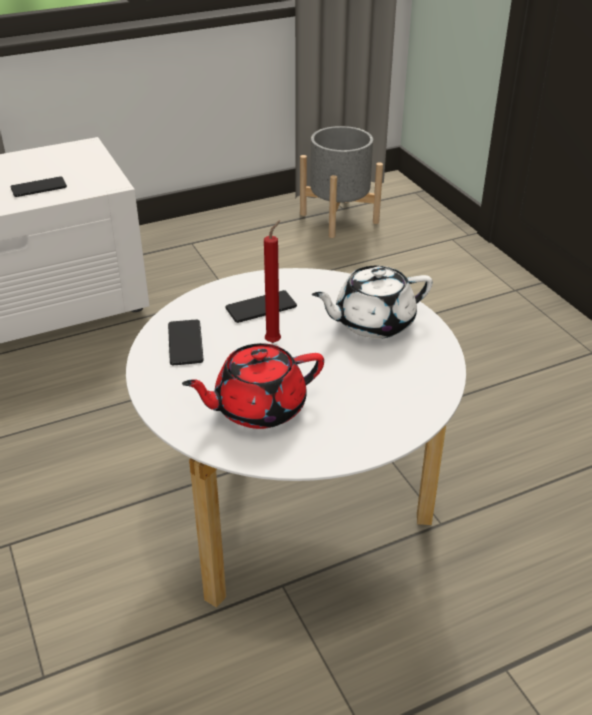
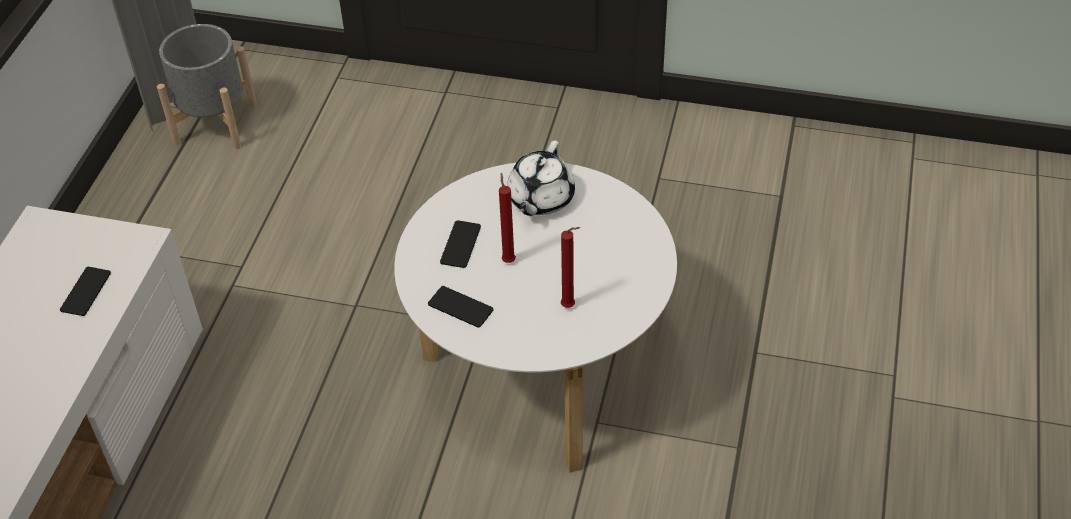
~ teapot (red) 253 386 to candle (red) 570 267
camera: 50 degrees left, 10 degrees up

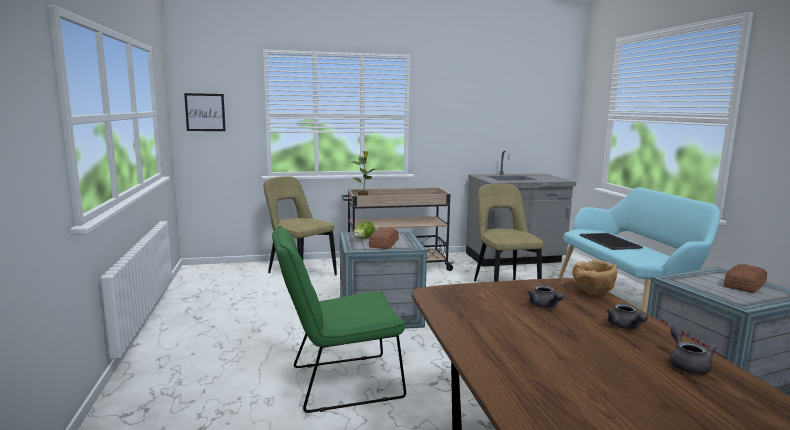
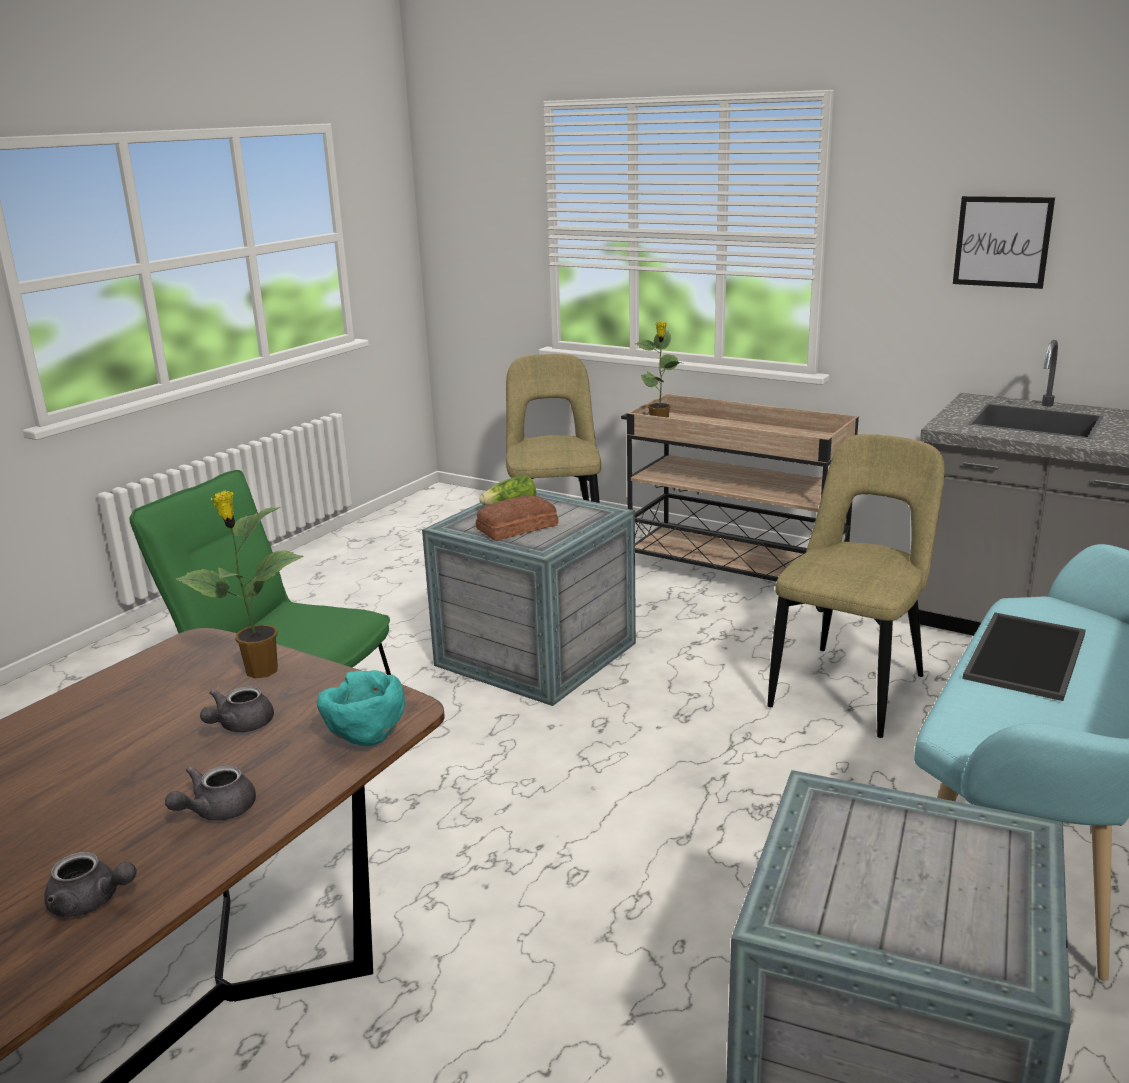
- bread 745 278
+ potted plant 240 584
~ picture 205 112 to 1004 242
~ bowl (brown) 594 277 to bowl (turquoise) 361 708
~ teapot (grey) 693 350 = 90 884 60 degrees clockwise
camera: 45 degrees right, 10 degrees up

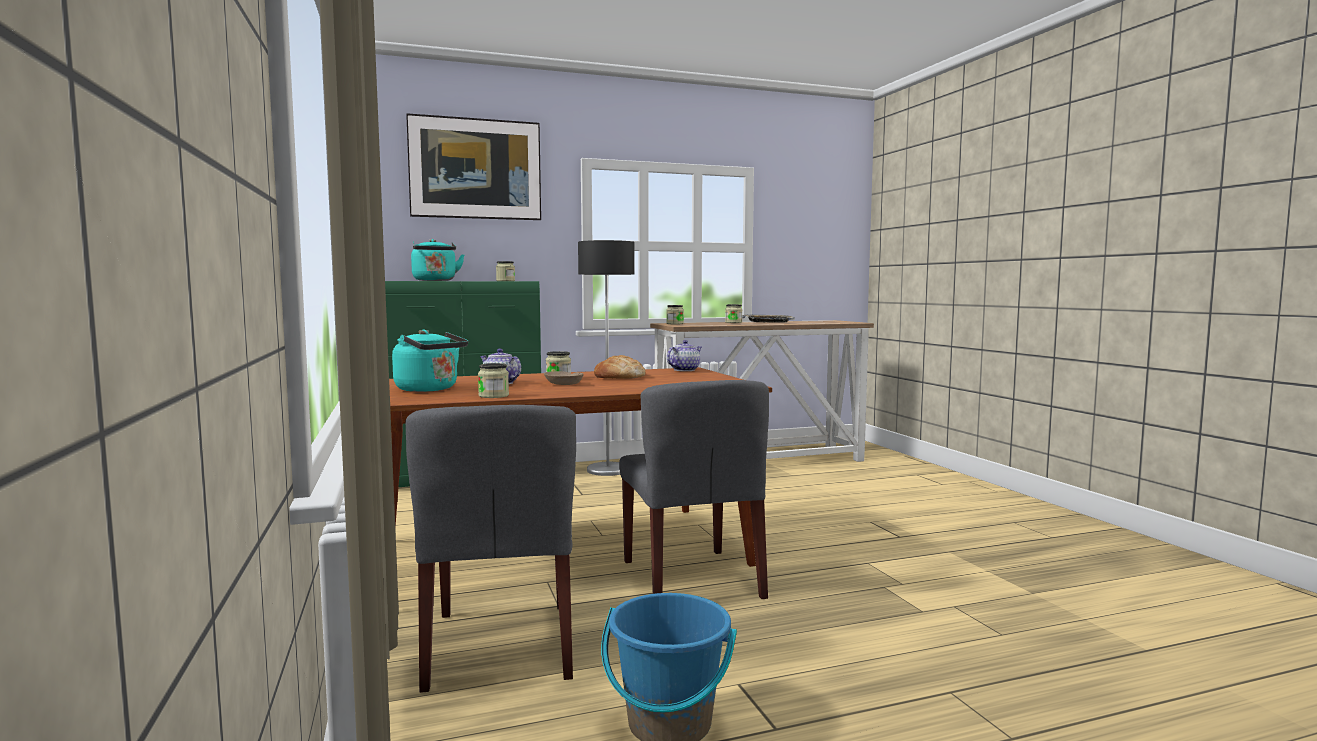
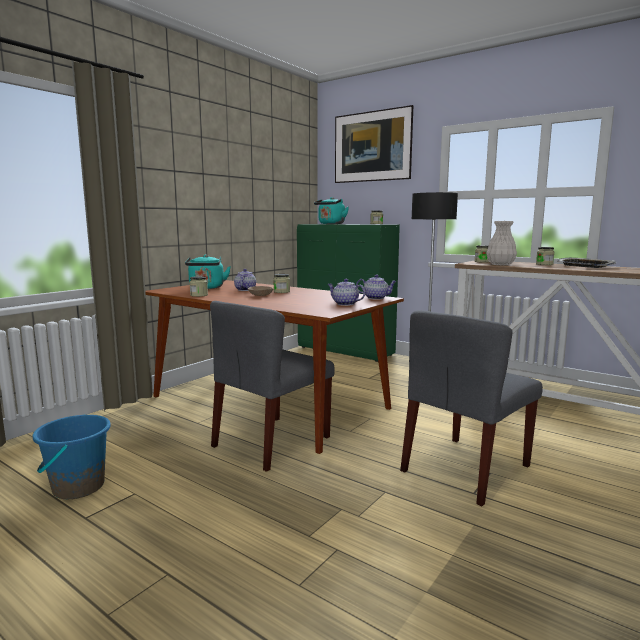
- bread 620 367
+ teapot 346 292
+ vase (white) 501 243
~ chair (grey) 491 549 to 471 408
camera: 55 degrees right, 5 degrees up

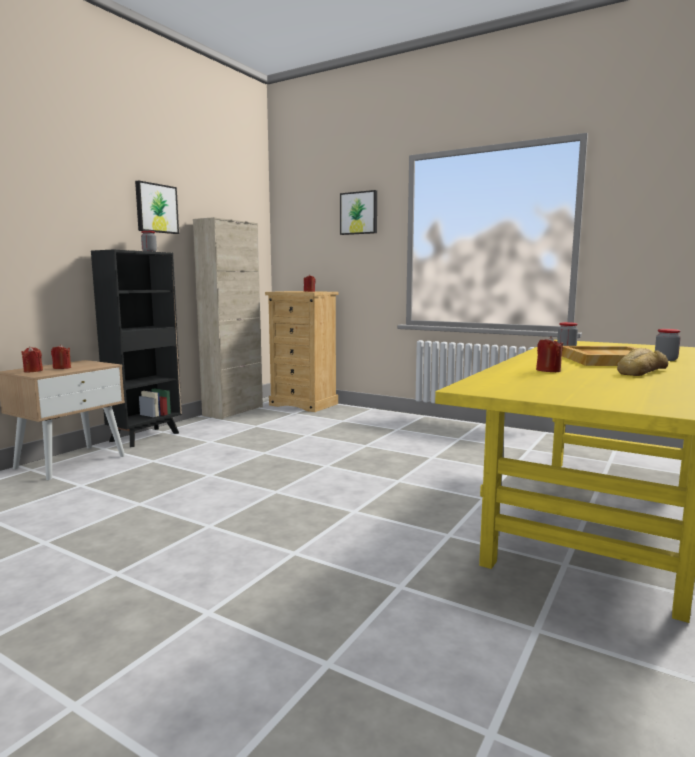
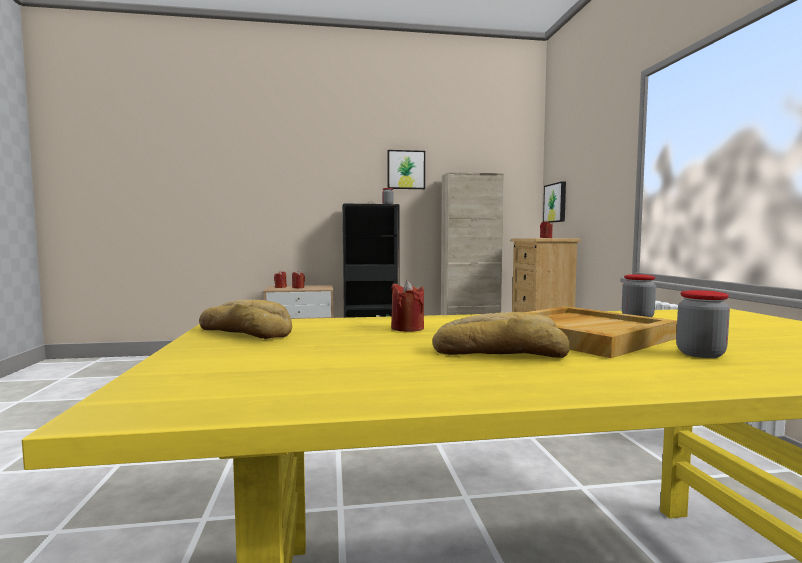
+ bread 245 319
~ picture 358 212 to 554 202
camera: 50 degrees right, 5 degrees down

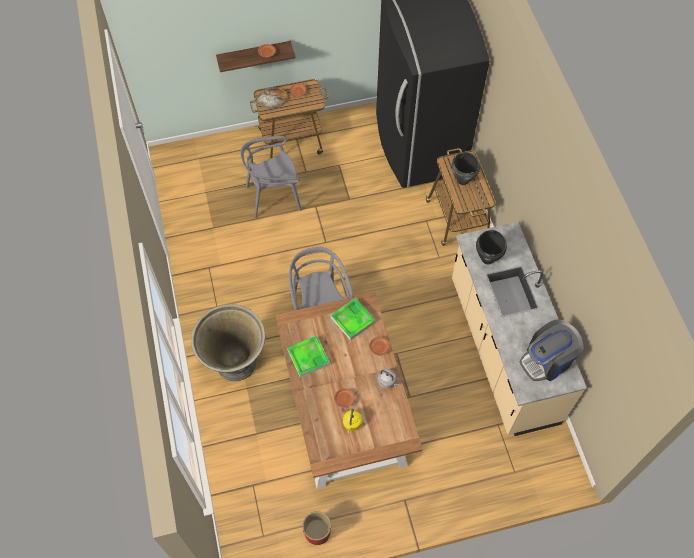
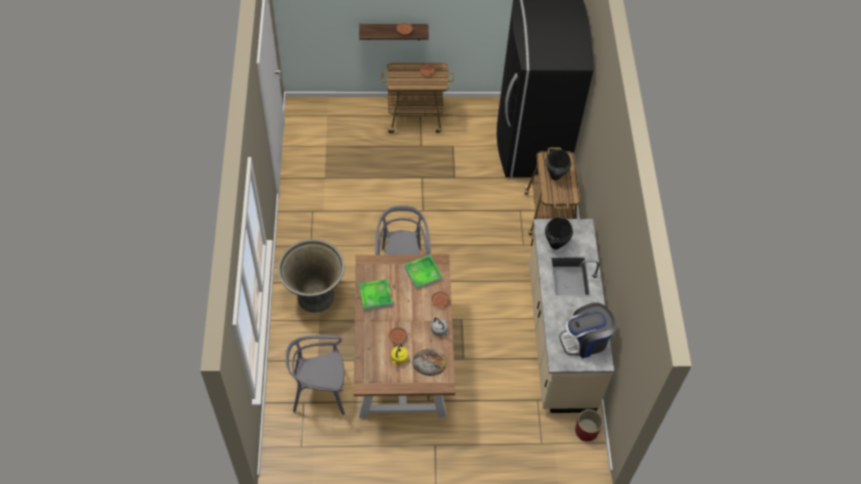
~ chair (grey) 271 177 to 315 375
~ bread 272 98 to 429 362
~ planter (red) 316 528 to 589 425
camera: 10 degrees right, 5 degrees down

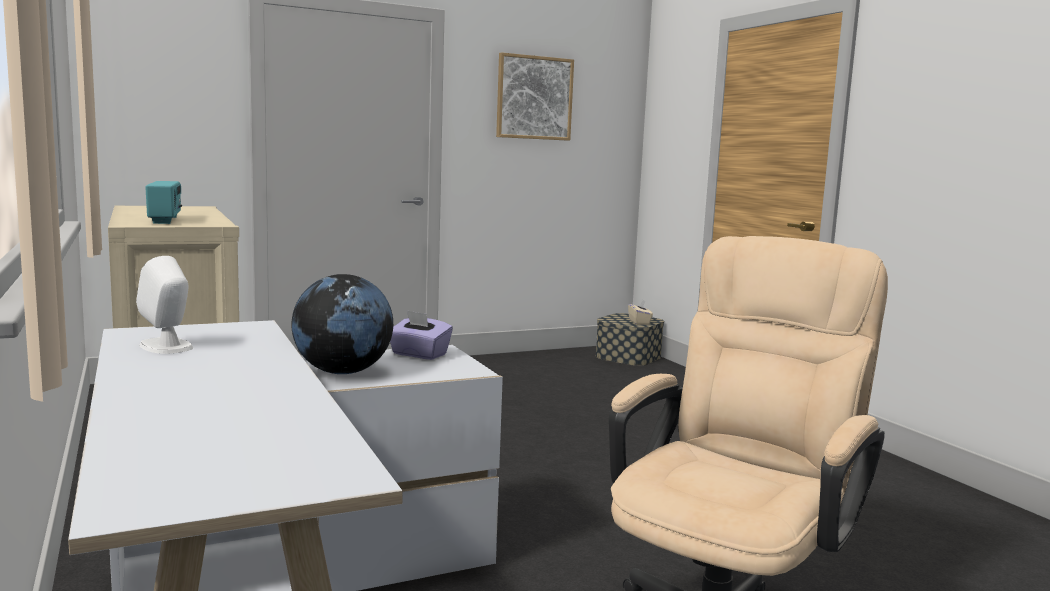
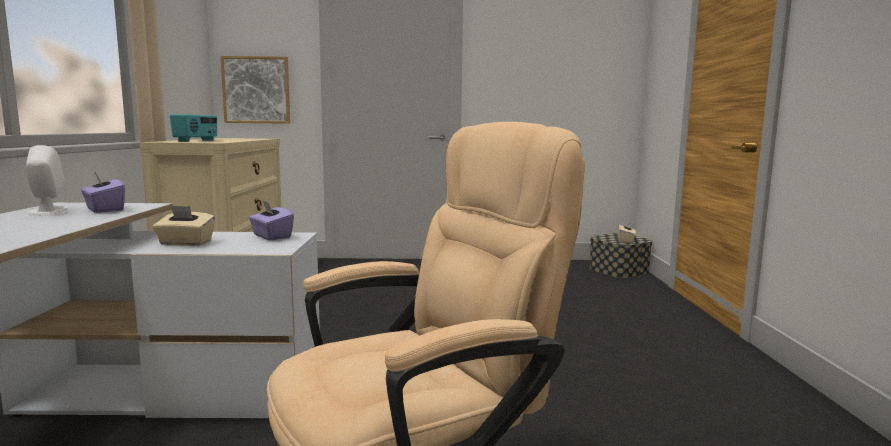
+ tissue box (purple) 103 192
~ picture 535 96 to 255 90
~ globe 342 324 to tissue box (beige) 184 225
camera: 25 degrees right, 0 degrees up

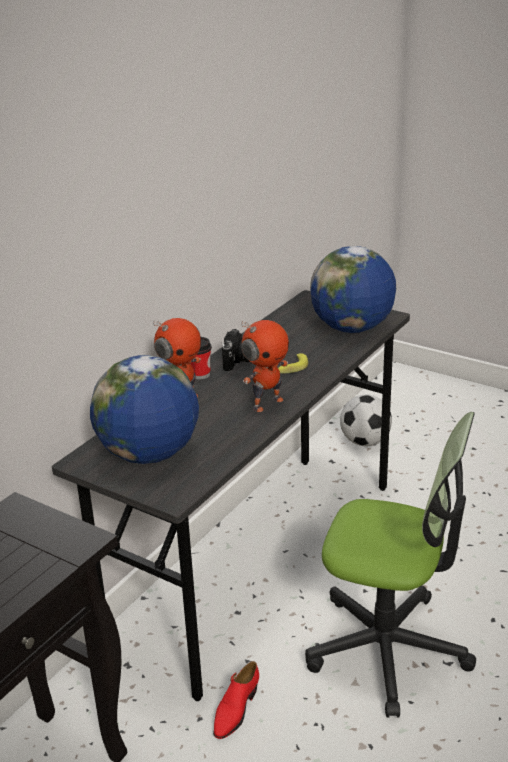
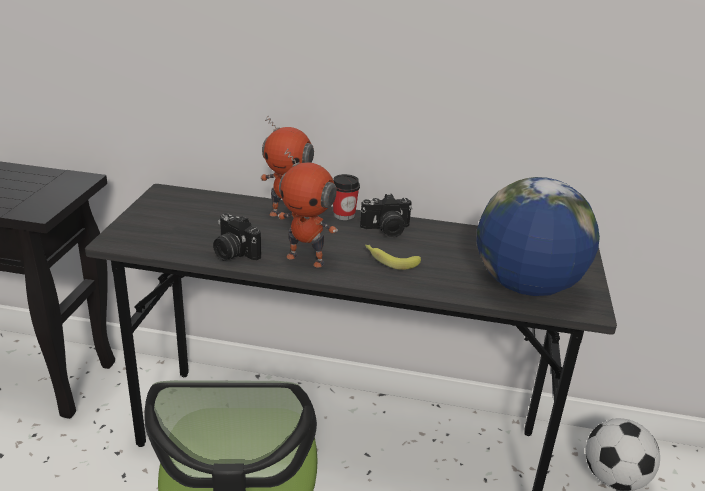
- globe 144 409
- shoe (red) 236 700
+ photo camera 237 236
camera: 65 degrees right, 0 degrees up

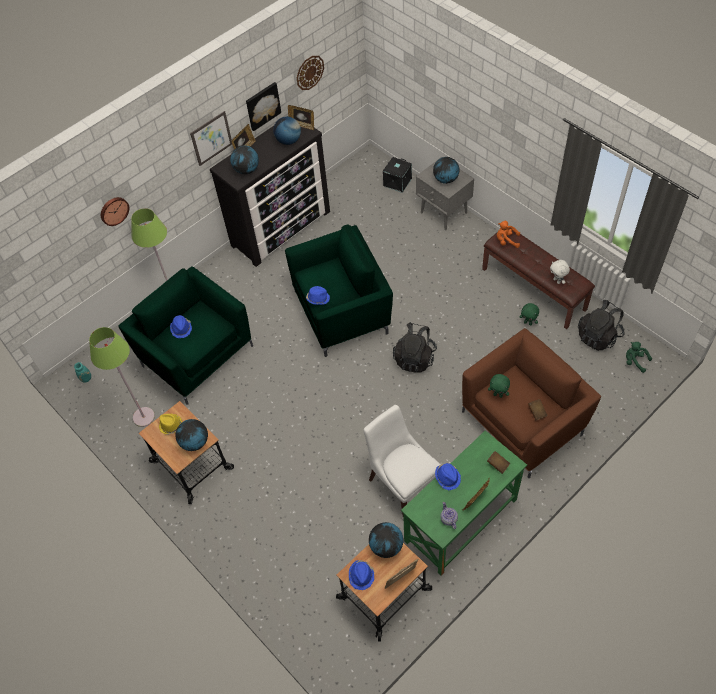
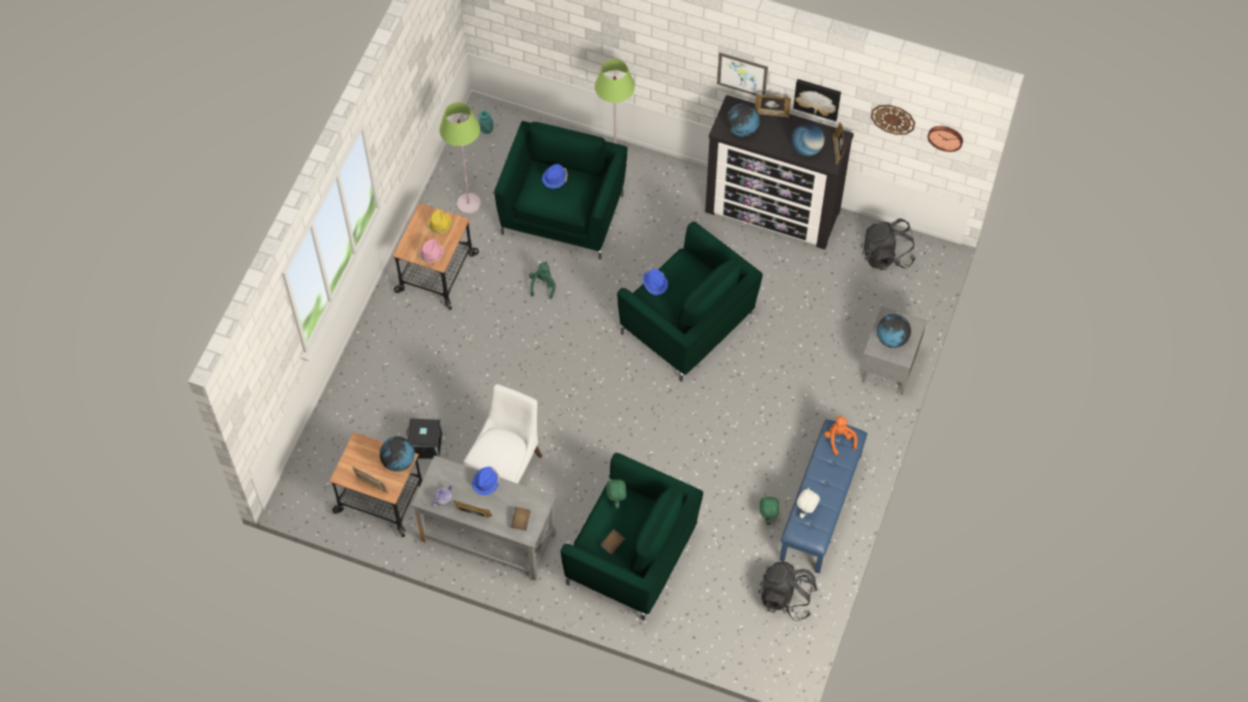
- hat (blue) 361 575
~ wall clock 115 211 to 945 139
~ storage box (black) 397 175 to 424 439
~ backpack (black) 415 347 to 888 244
~ plush toy (green) 639 357 to 542 280
~ globe 191 435 to hat (pink) 431 251
~ desk (green) 464 503 to desk (grey) 483 518
~ armchair (brown) 531 403 to armchair (green) 632 536
~ bench (brown) 538 278 to bench (blue) 823 497
camera: 60 degrees right, 5 degrees up

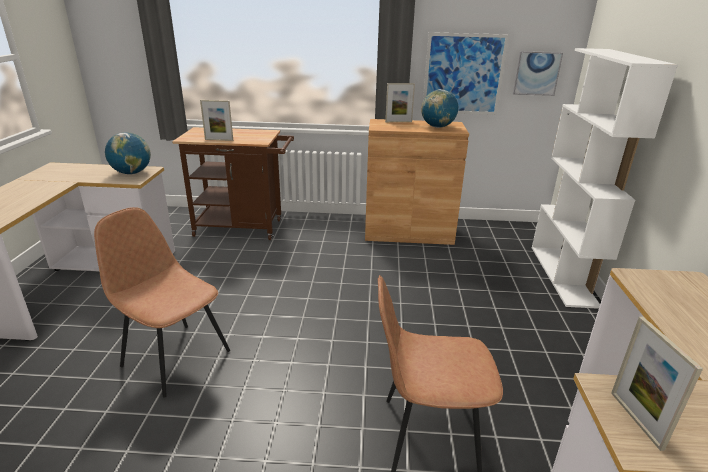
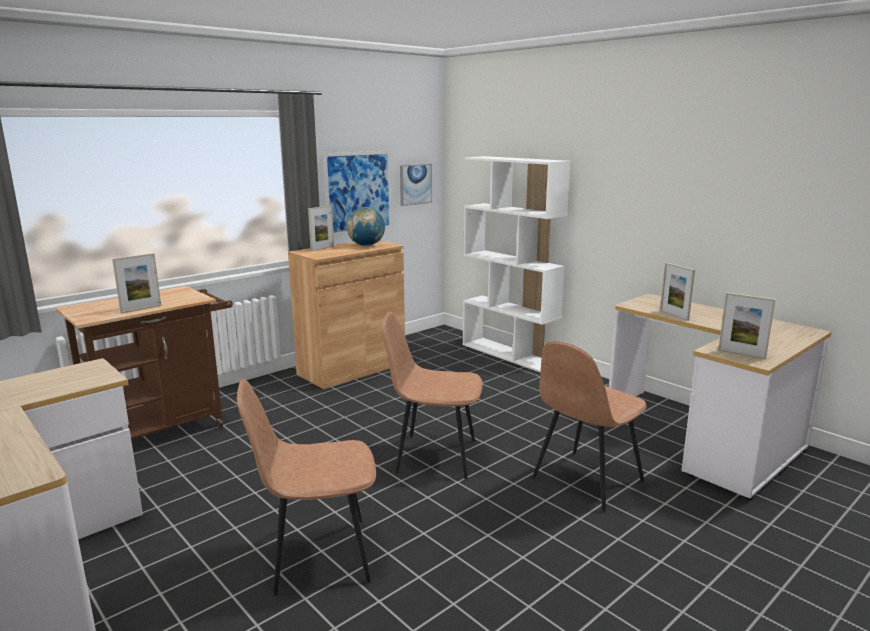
- globe 128 153
+ chair (brown) 432 395
+ picture frame 677 291
camera: 45 degrees left, 10 degrees down

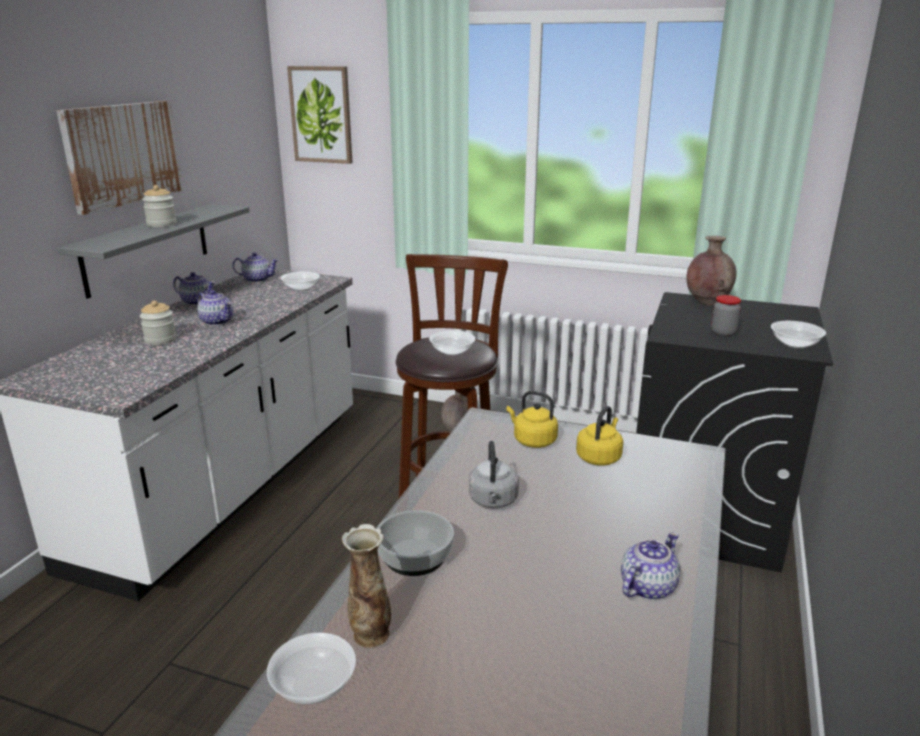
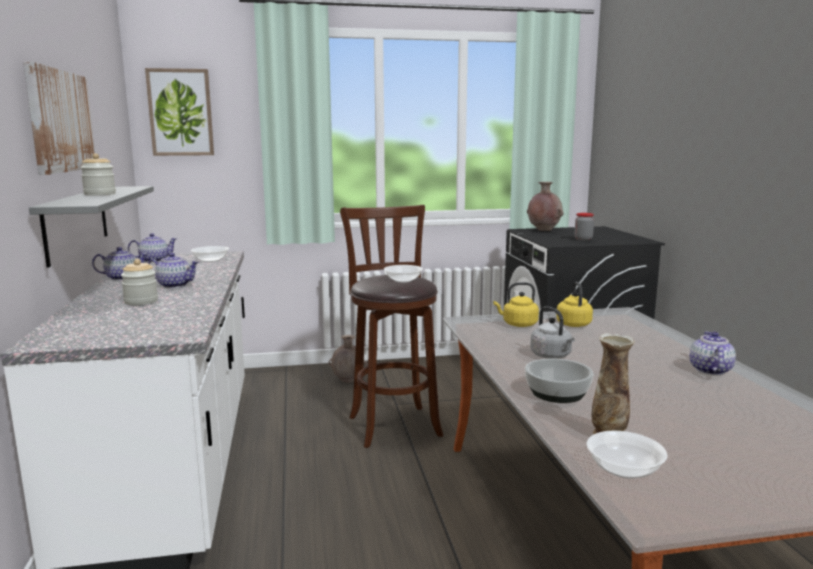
- bowl 798 334
camera: 30 degrees left, 10 degrees down

